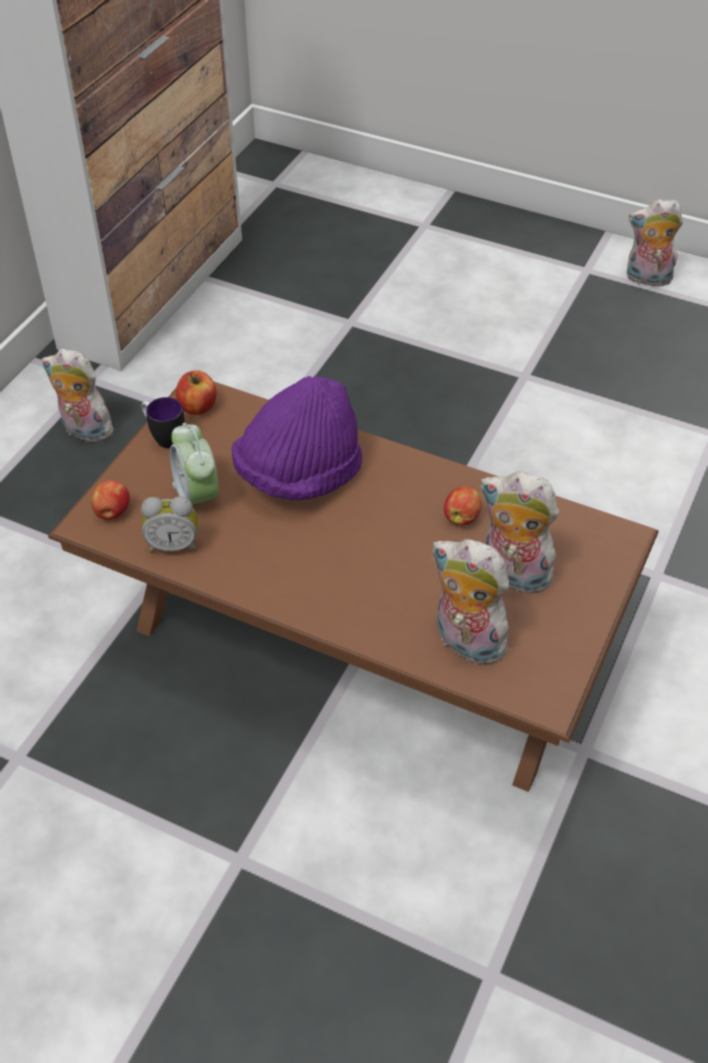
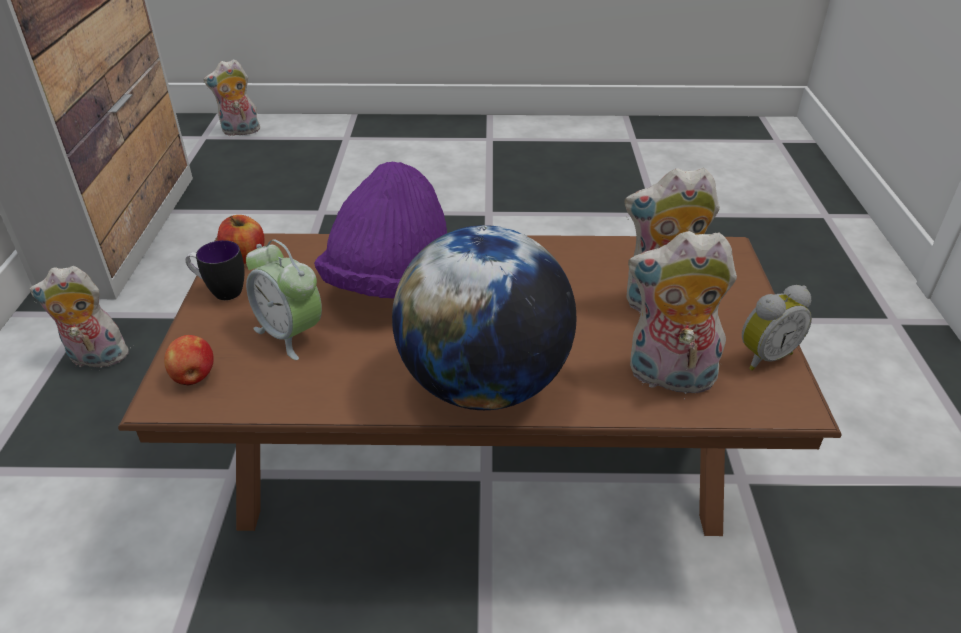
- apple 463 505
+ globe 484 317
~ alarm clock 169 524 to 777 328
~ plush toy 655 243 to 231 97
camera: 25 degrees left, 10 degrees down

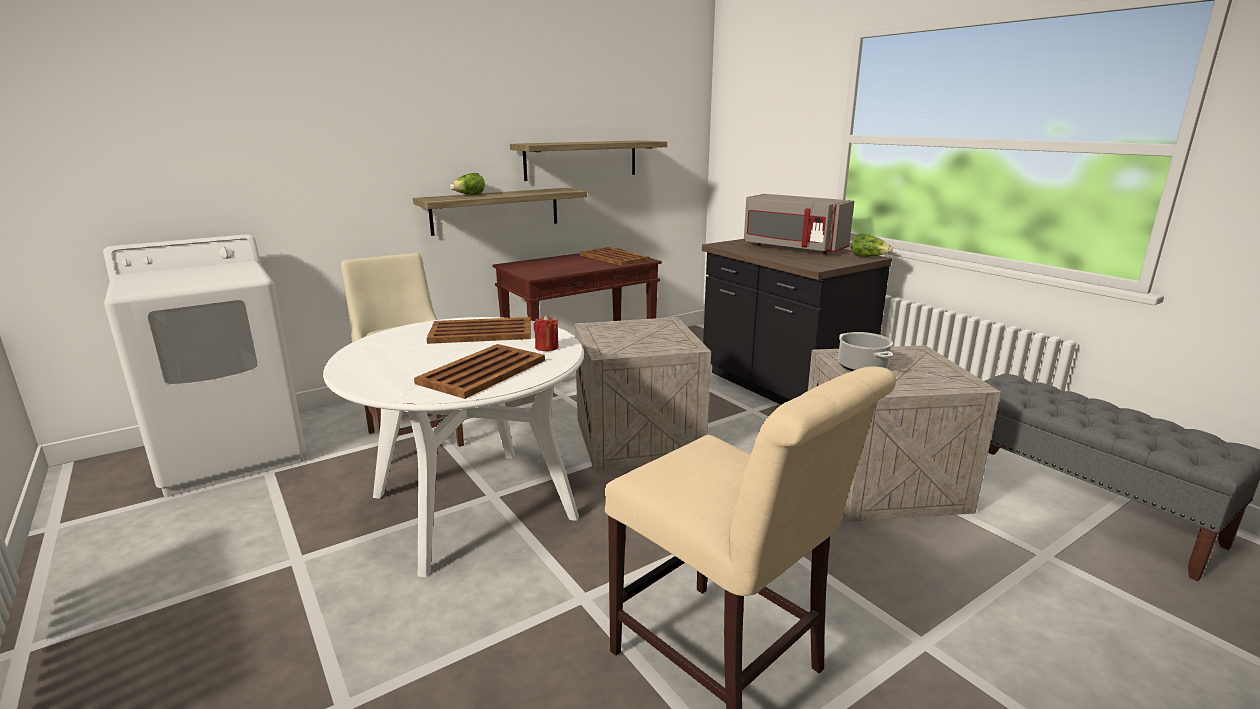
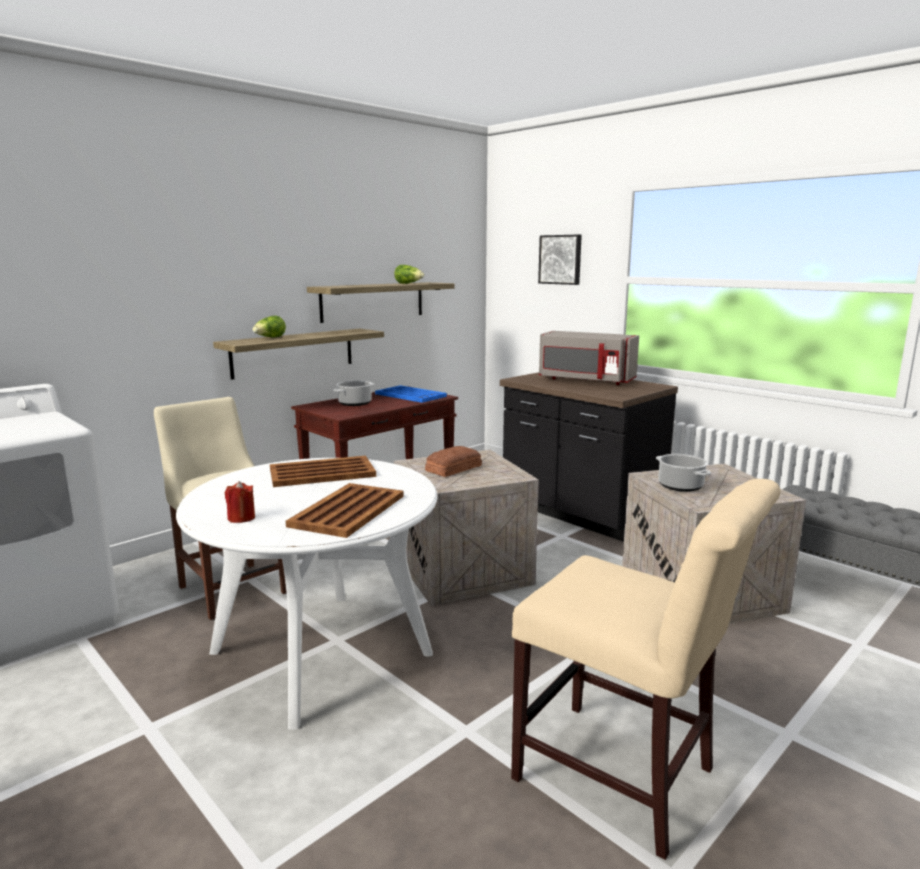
+ cooking pot 353 393
+ bread 453 461
+ picture 560 260
~ candle (red) 546 333 to 240 502
~ lettuce 872 245 to 409 274
~ tray (brown) 615 256 to tray (blue) 411 394
camera: 10 degrees left, 5 degrees down

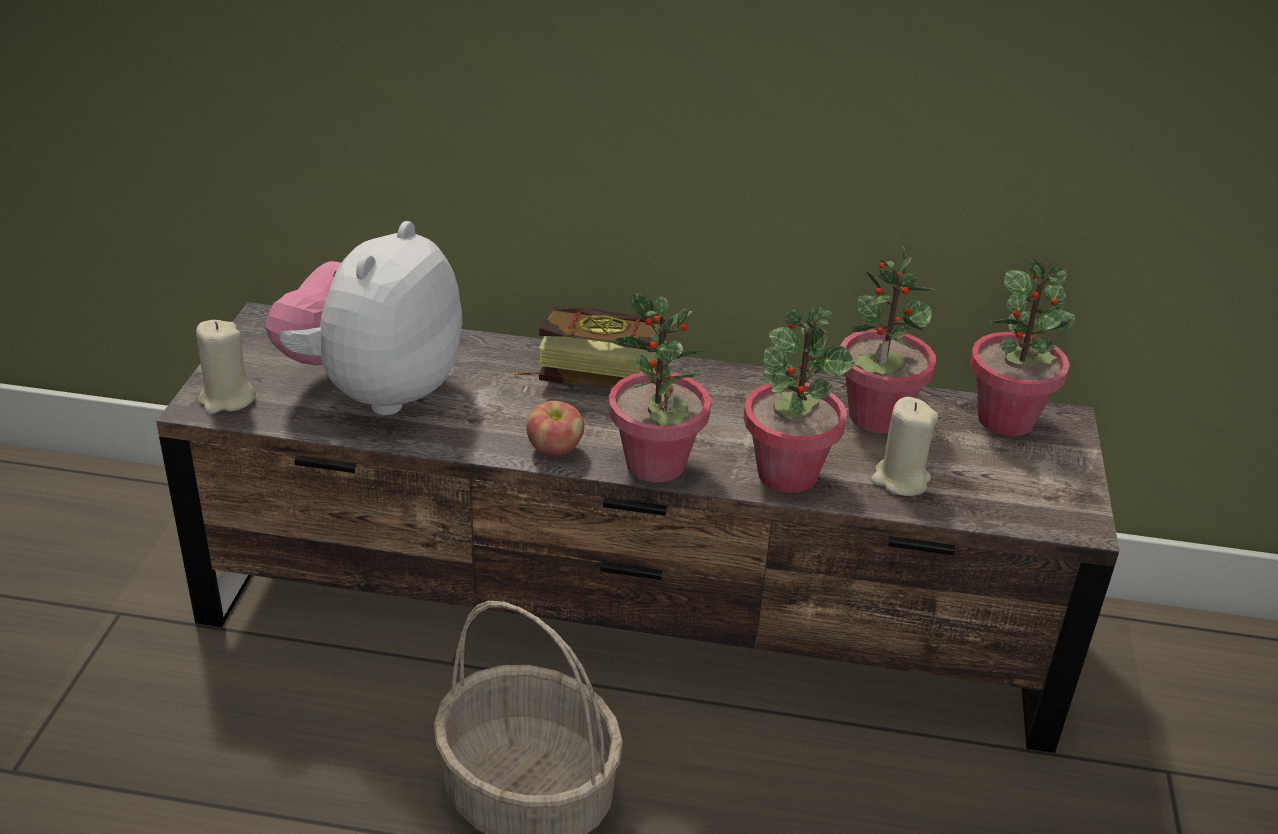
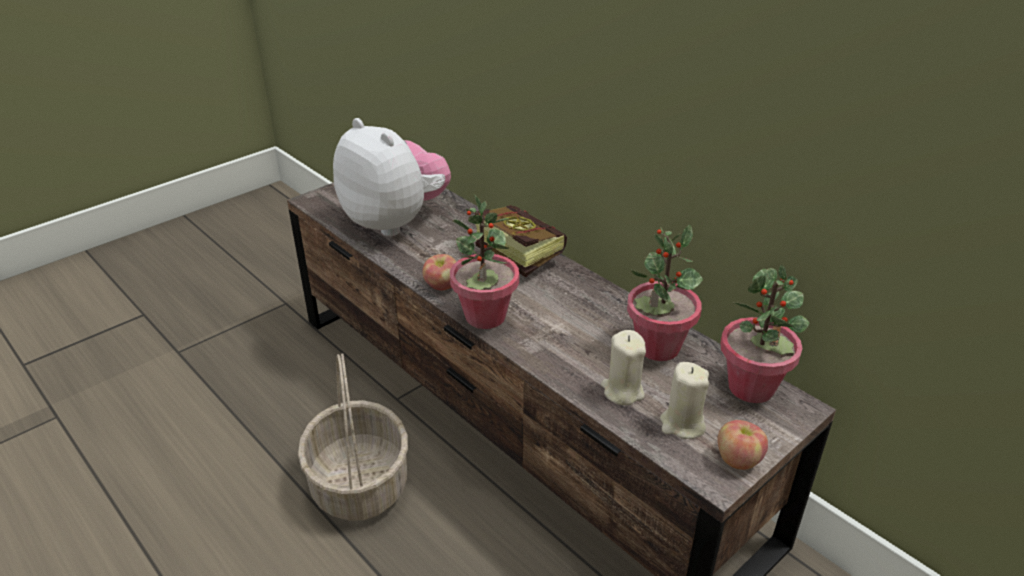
- potted plant 799 400
+ apple 742 445
~ candle (beige) 226 367 to 684 400
~ plush toy 364 318 = 392 177 75 degrees clockwise
camera: 40 degrees right, 0 degrees up

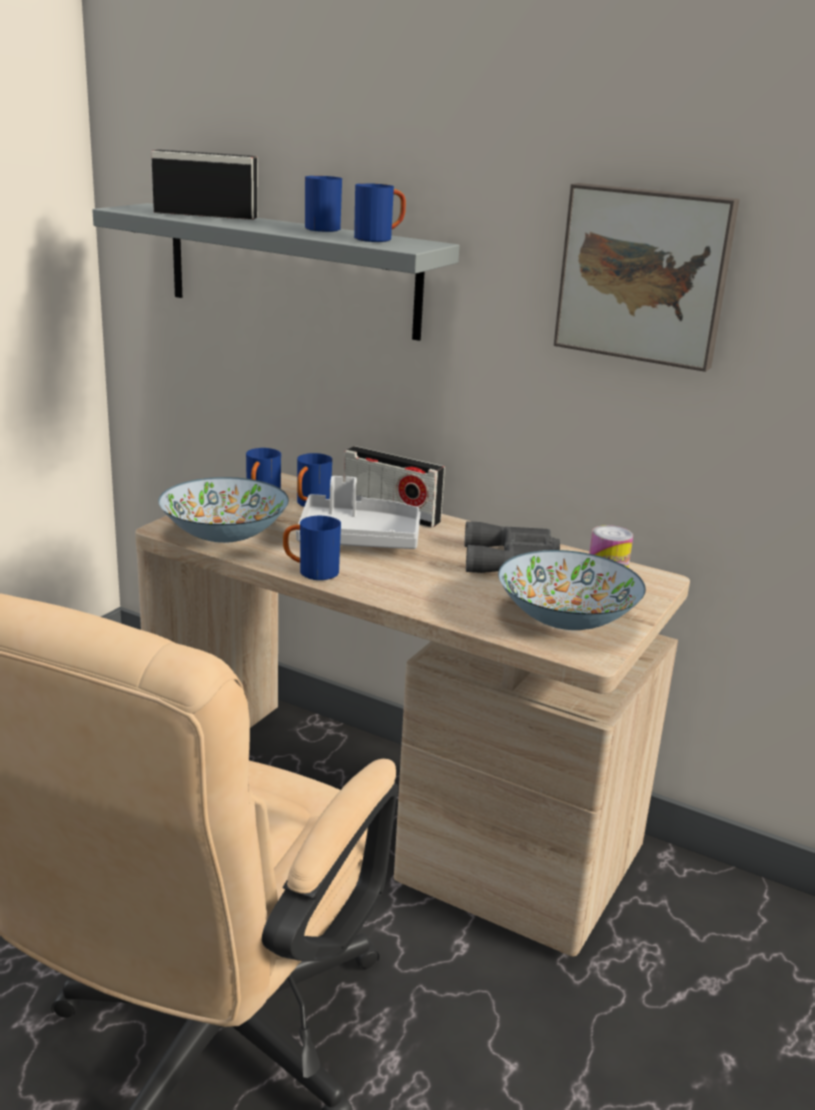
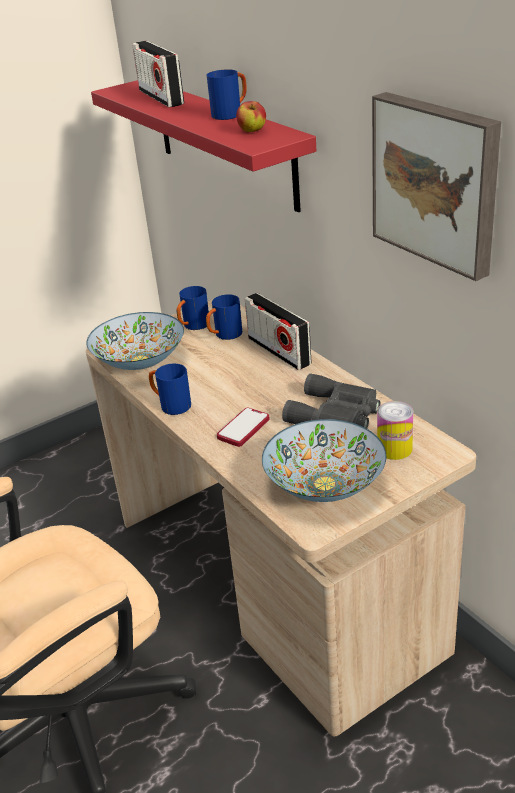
- tray (grey) 358 512
+ phone 243 427
~ mug (blue) 380 212 to apple 251 116
~ shelf (grey) 275 272 to shelf (red) 203 146
~ radio 204 185 = 158 74 150 degrees counterclockwise
camera: 30 degrees right, 10 degrees up

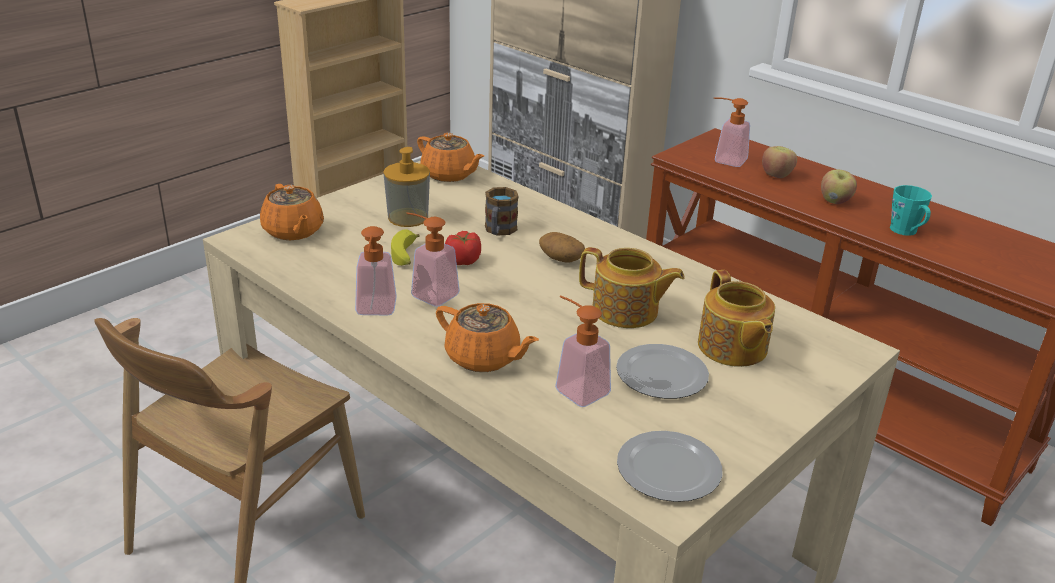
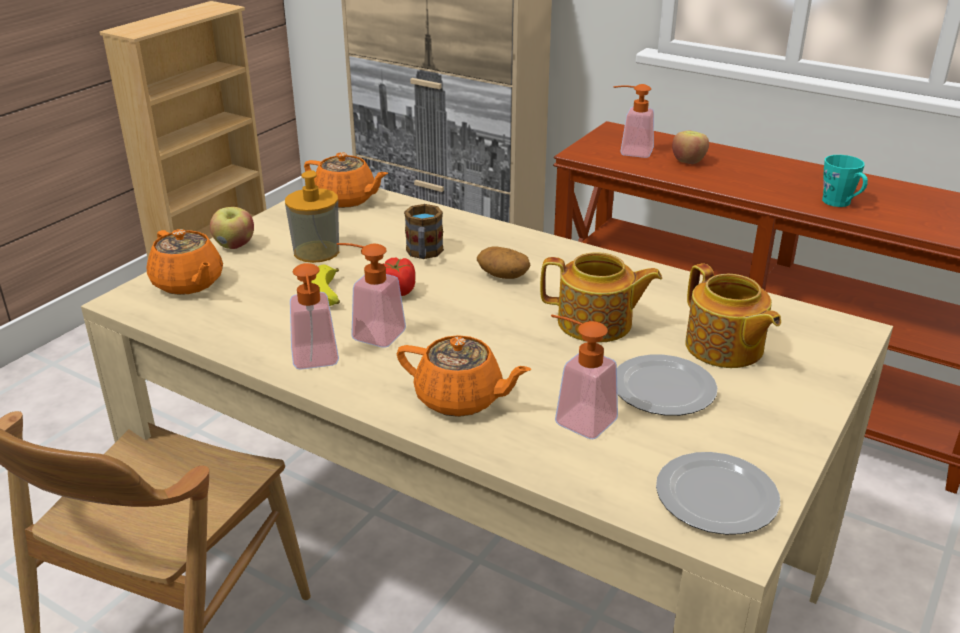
~ apple 839 187 to 232 228
camera: 10 degrees left, 0 degrees up

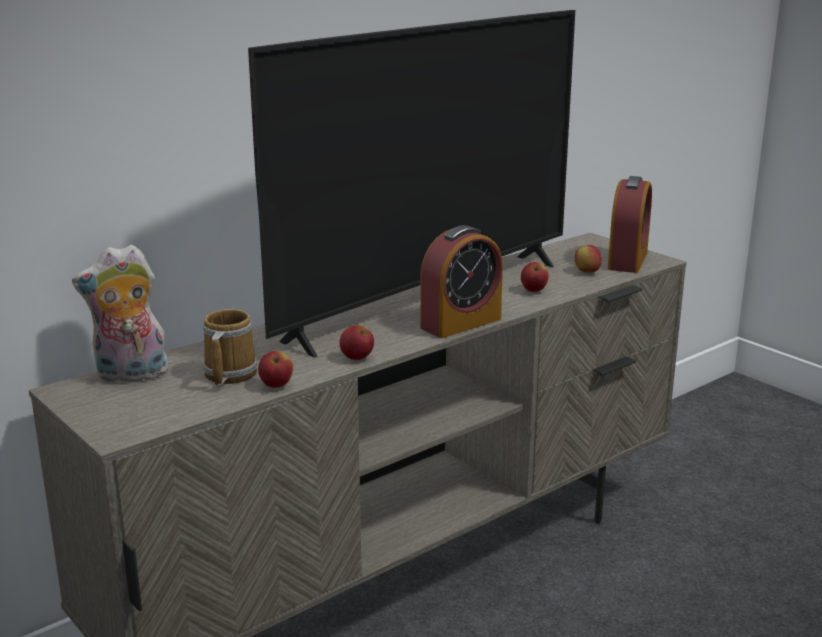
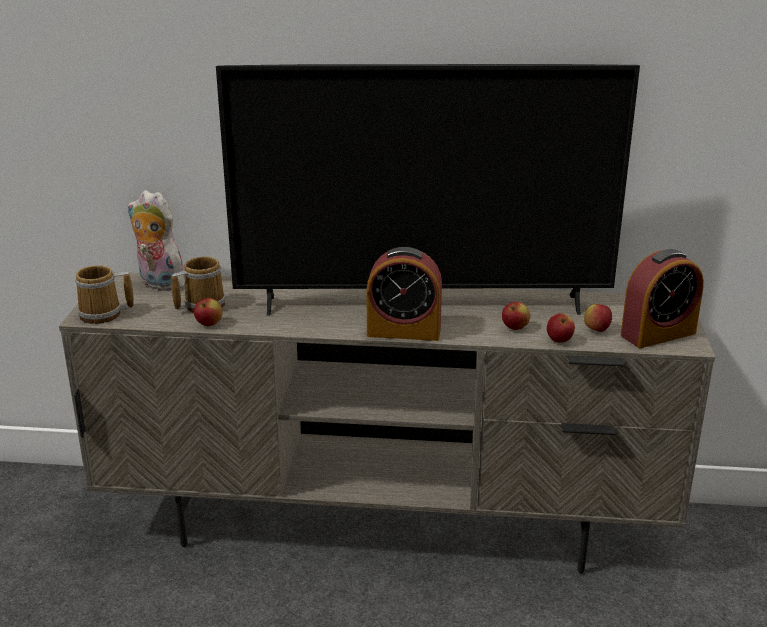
+ mug 104 294
~ apple 357 342 to 561 328
camera: 45 degrees right, 5 degrees up

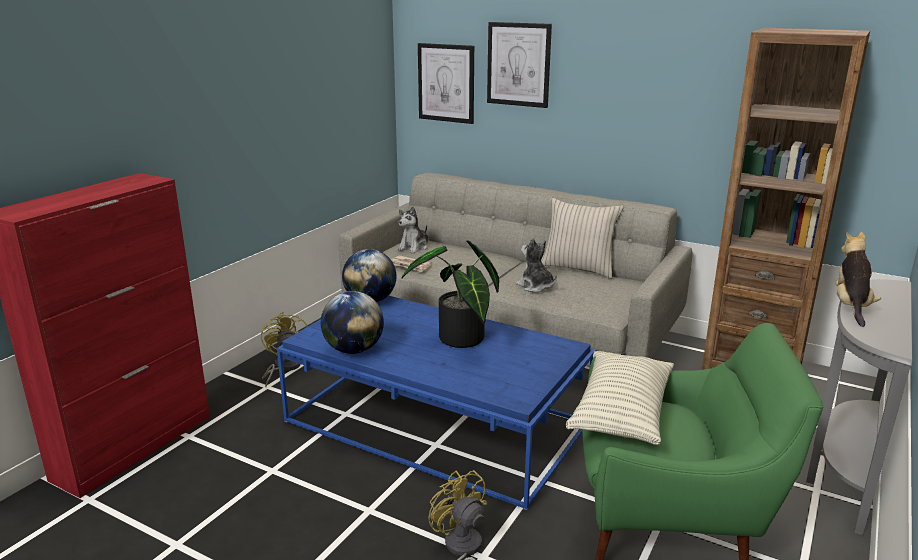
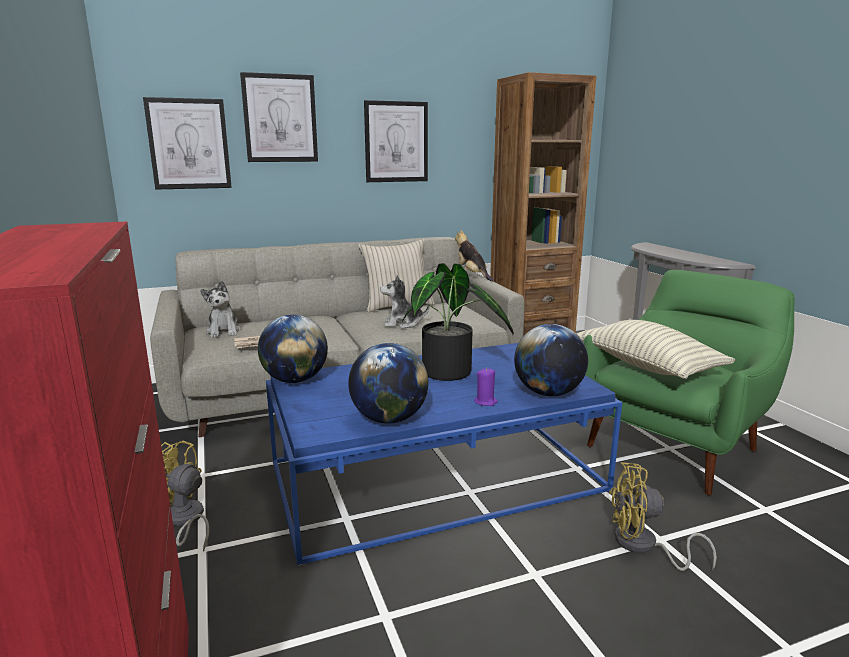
+ picture 396 141
+ candle (purple) 486 387
+ globe 551 360
~ plush toy 858 279 to 474 255
camera: 50 degrees left, 5 degrees down

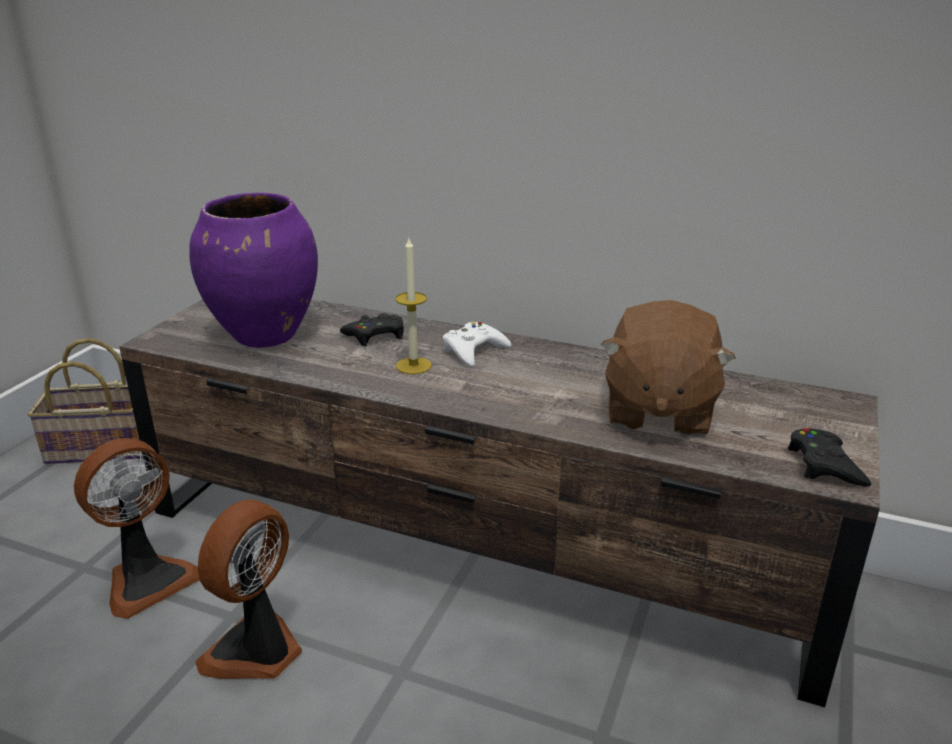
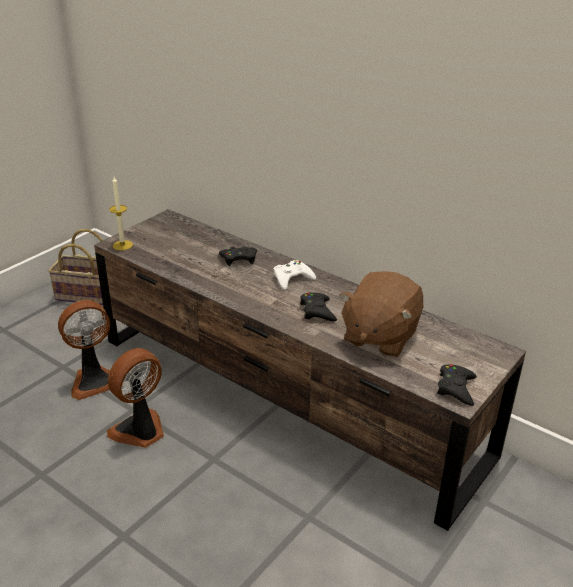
- vase (purple) 253 270
+ game controller (black) 318 306
~ candle 413 306 to 121 214
camera: 15 degrees right, 5 degrees up

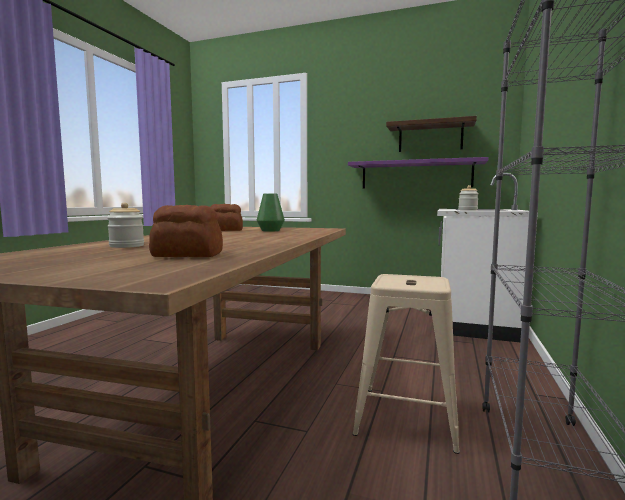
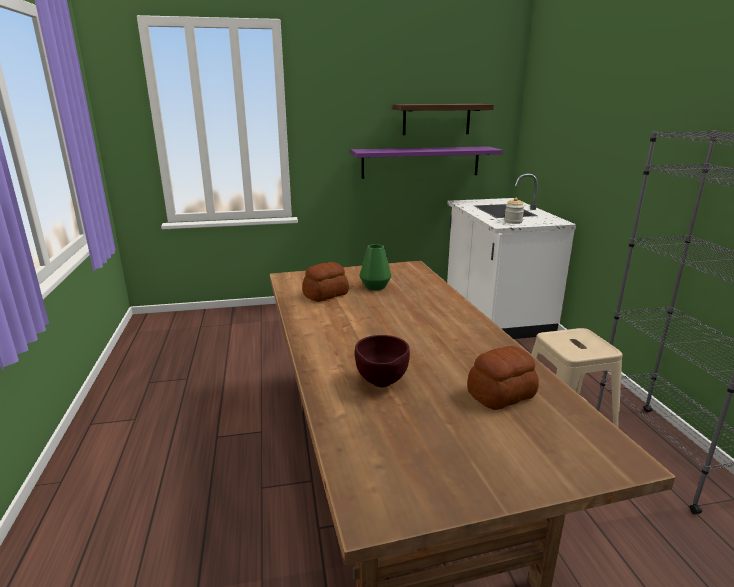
~ jar 125 225 to bowl (brown) 382 361
camera: 30 degrees left, 15 degrees up

